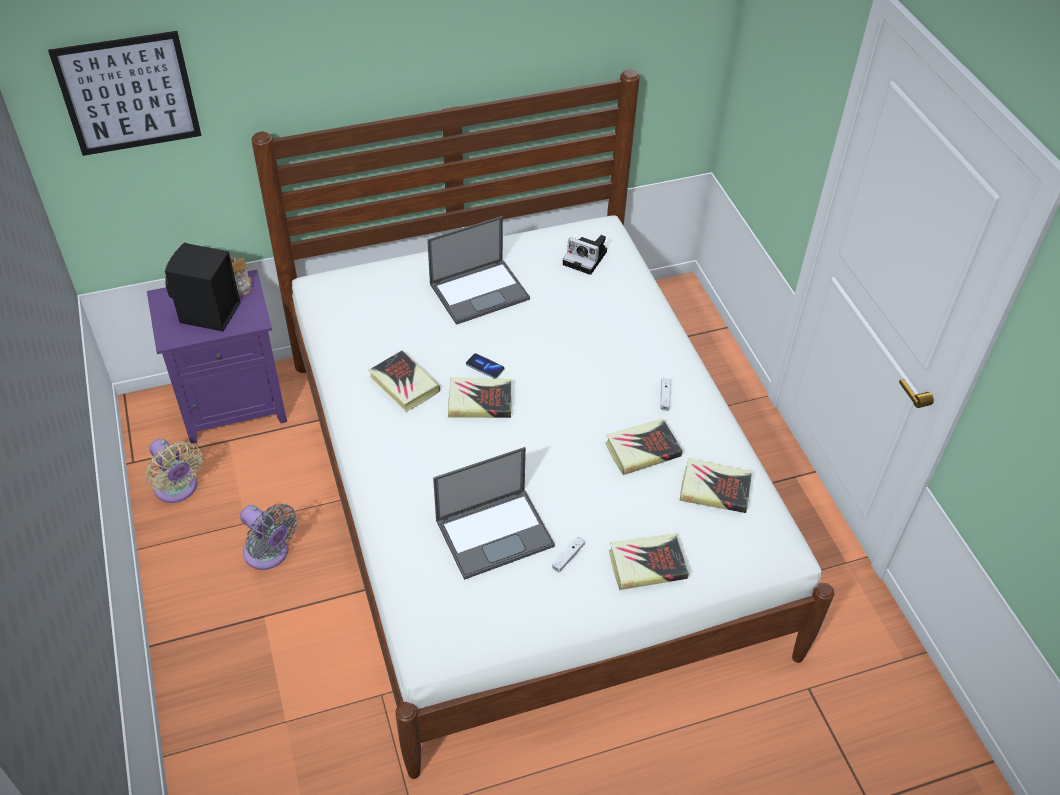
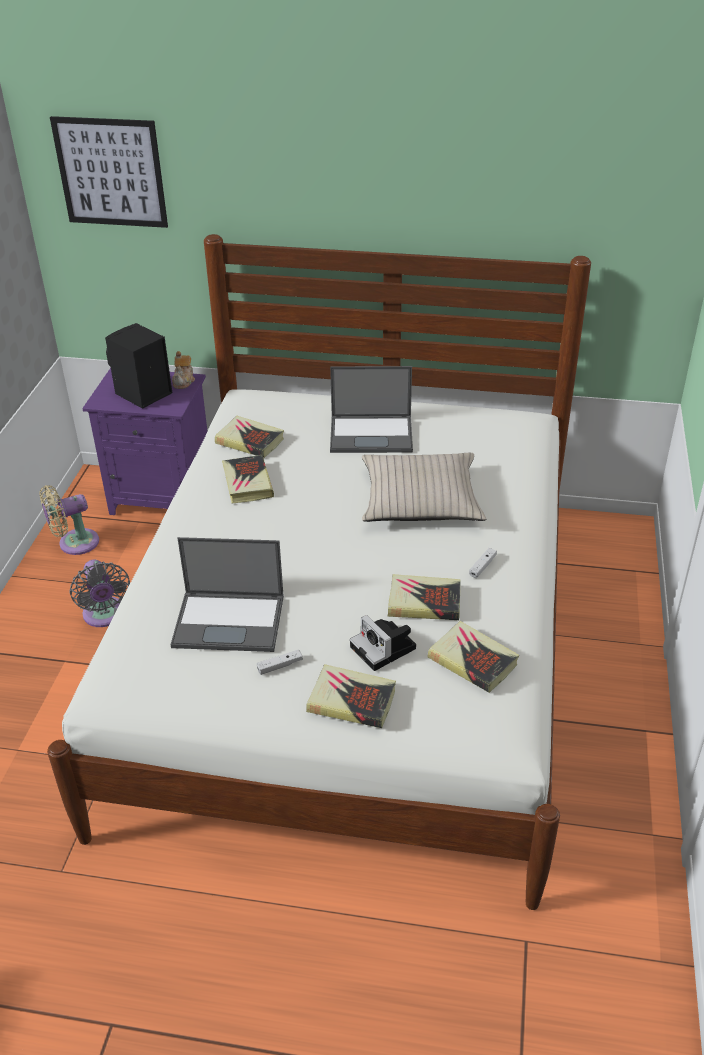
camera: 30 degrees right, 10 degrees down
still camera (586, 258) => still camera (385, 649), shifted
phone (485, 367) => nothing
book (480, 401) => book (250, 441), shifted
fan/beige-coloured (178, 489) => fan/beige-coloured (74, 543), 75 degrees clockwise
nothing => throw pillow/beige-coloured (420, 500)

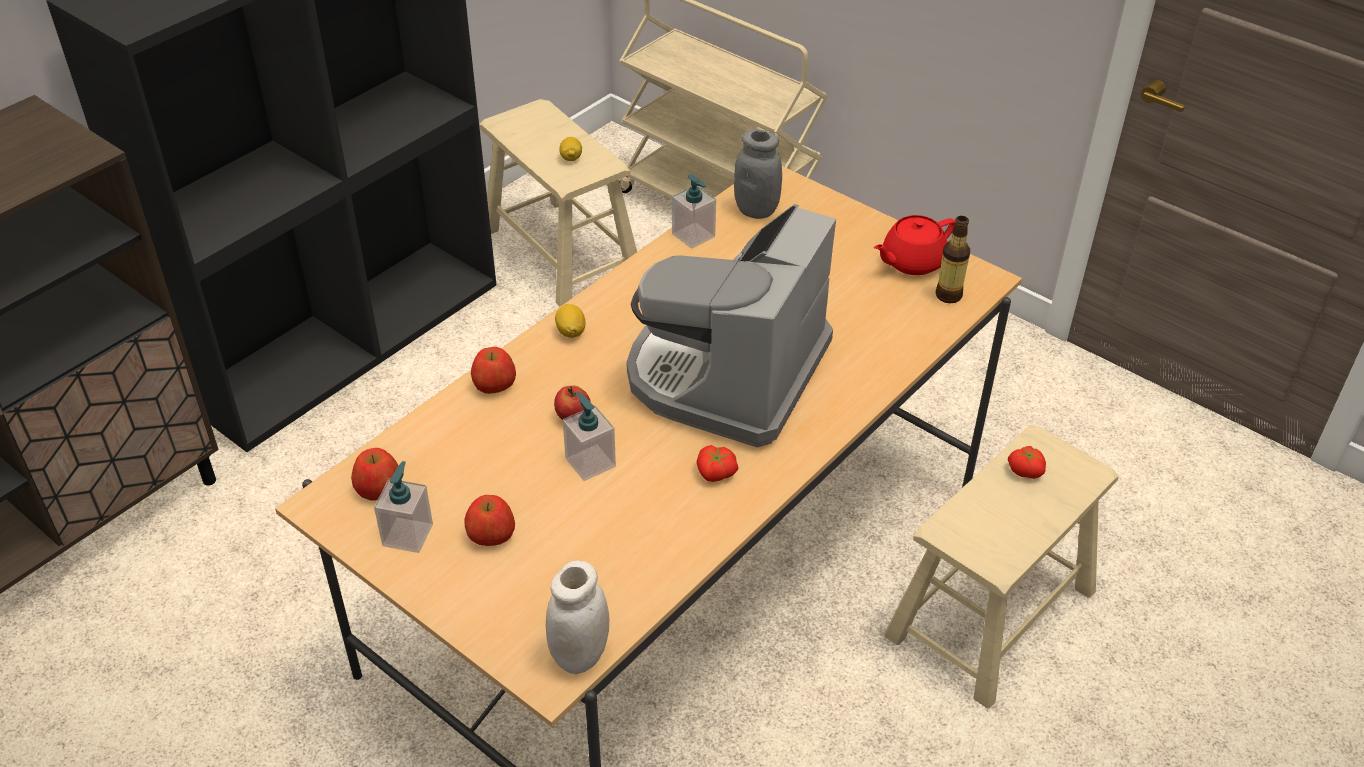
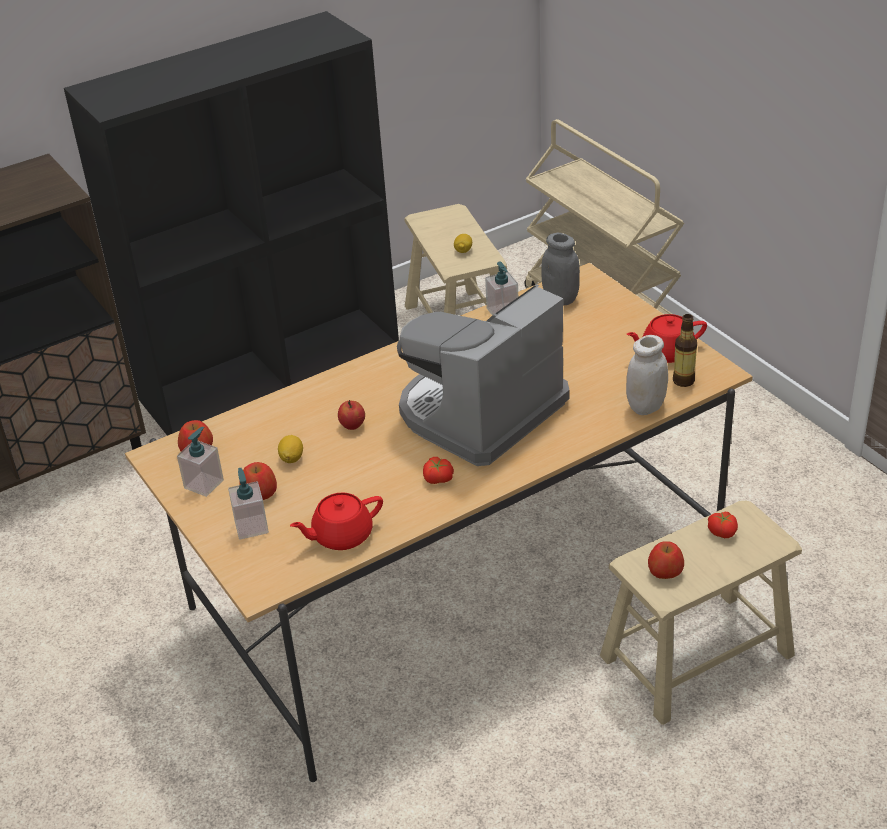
camera: 20 degrees right, 5 degrees down
lemon (571, 332) => lemon (291, 458), shifted
whole apple (494, 384) => whole apple (665, 571), shifted
soap bottle (590, 462) => soap bottle (251, 526), shifted
preserve jar/white (580, 655) => preserve jar/white (646, 407), shifted
nothing => tea pot/red-coloured (341, 536)

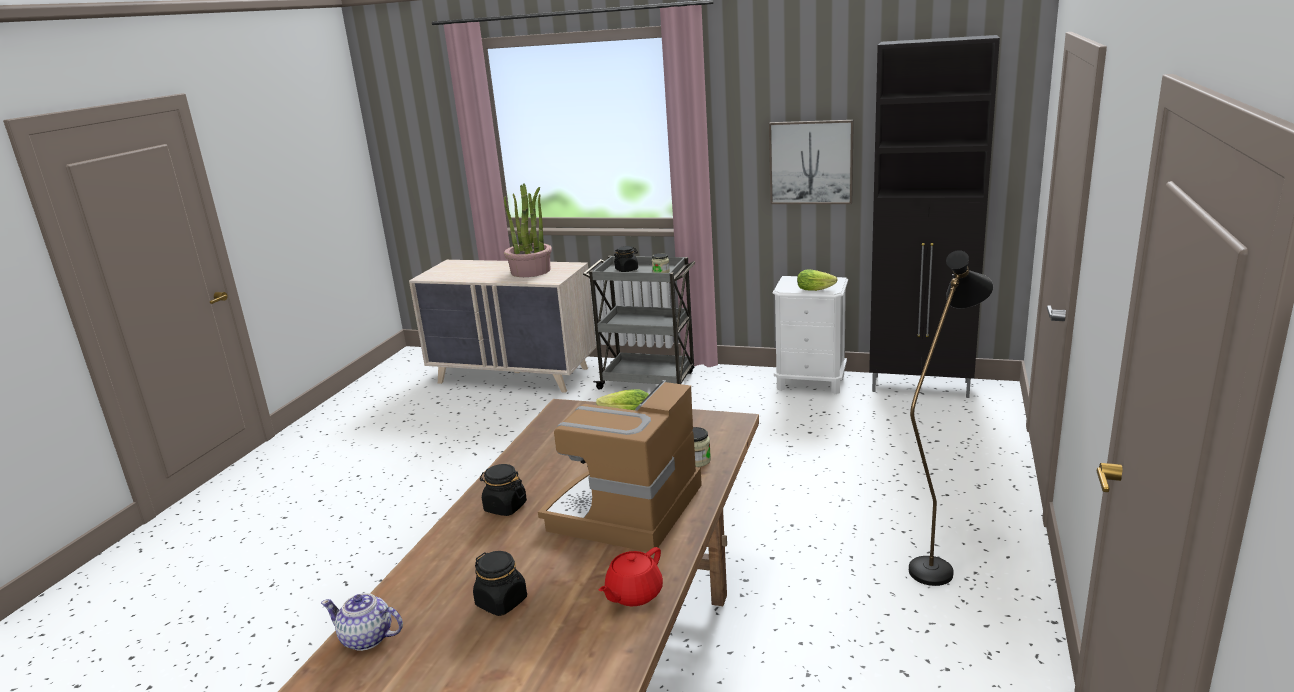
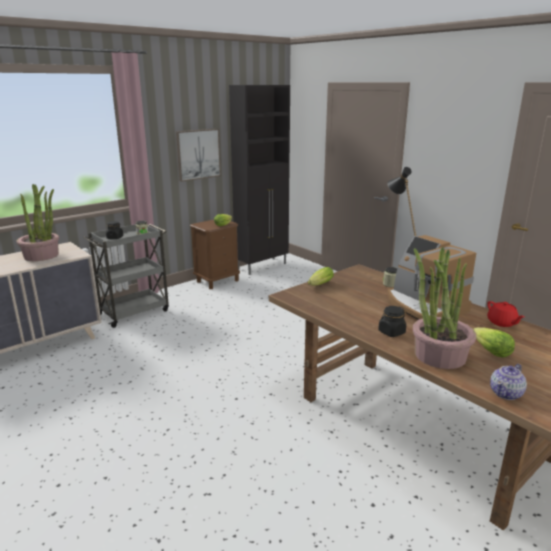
camera: 60 degrees left, 0 degrees up
nightstand/white (811, 382) => nightstand/brown (217, 281)
preserve jar/blackish (502, 602) => lettuce head (490, 351)
nothing => houseplant (439, 355)

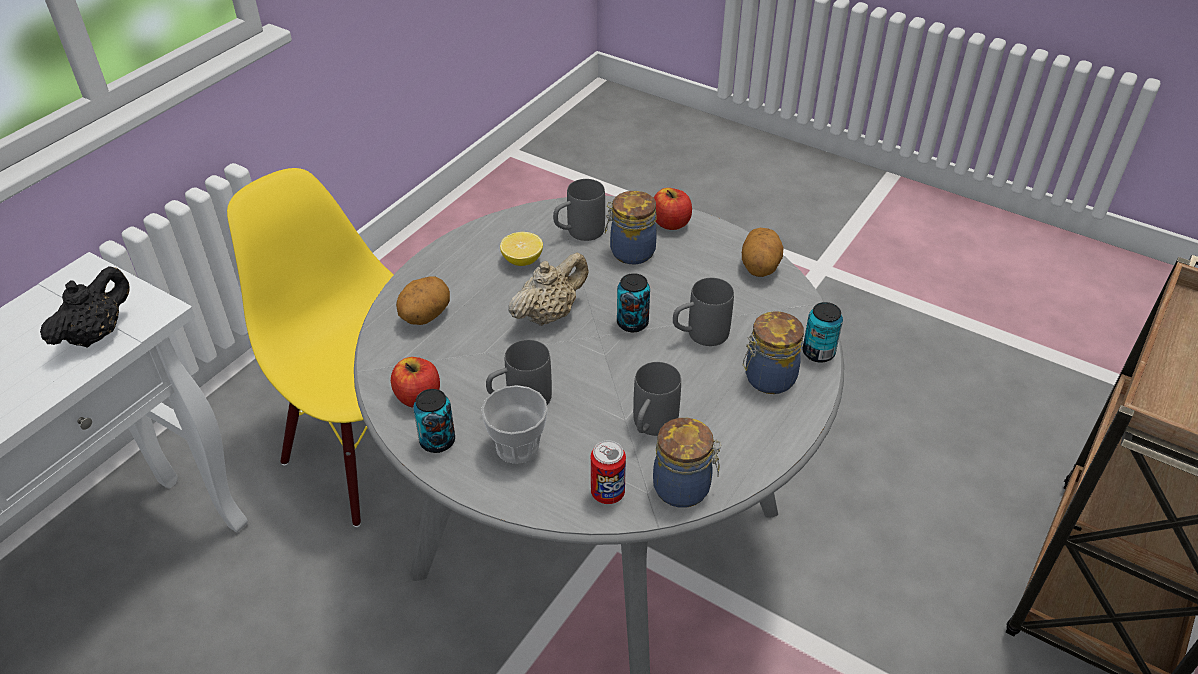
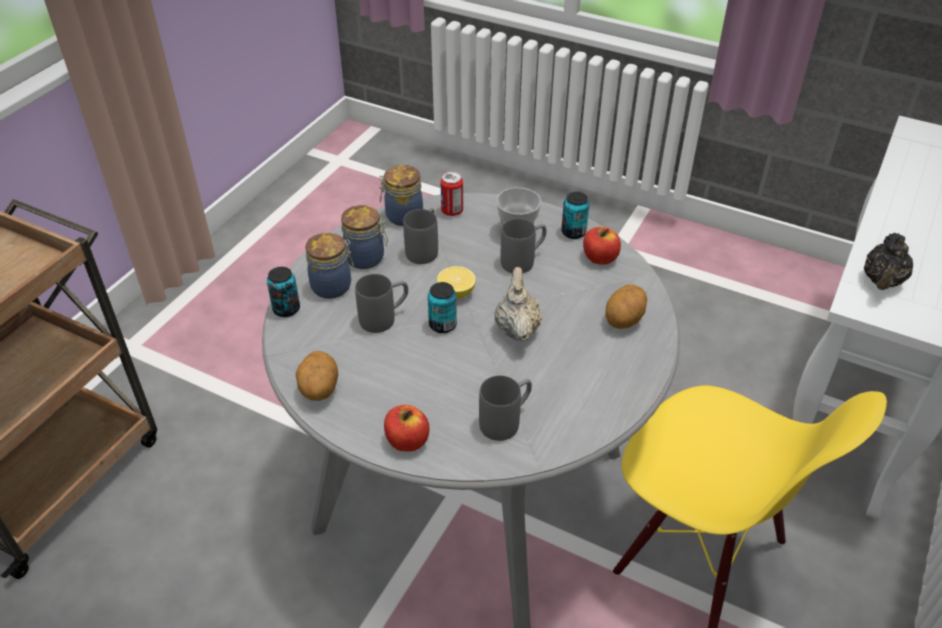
camera: 175 degrees right, 0 degrees up
preserve jar (630, 252) => preserve jar (366, 258), shifted
lemon (522, 261) => lemon (456, 292), shifted
tea pot/beige-coloured (549, 314) => tea pot/beige-coloured (517, 328), 135 degrees clockwise

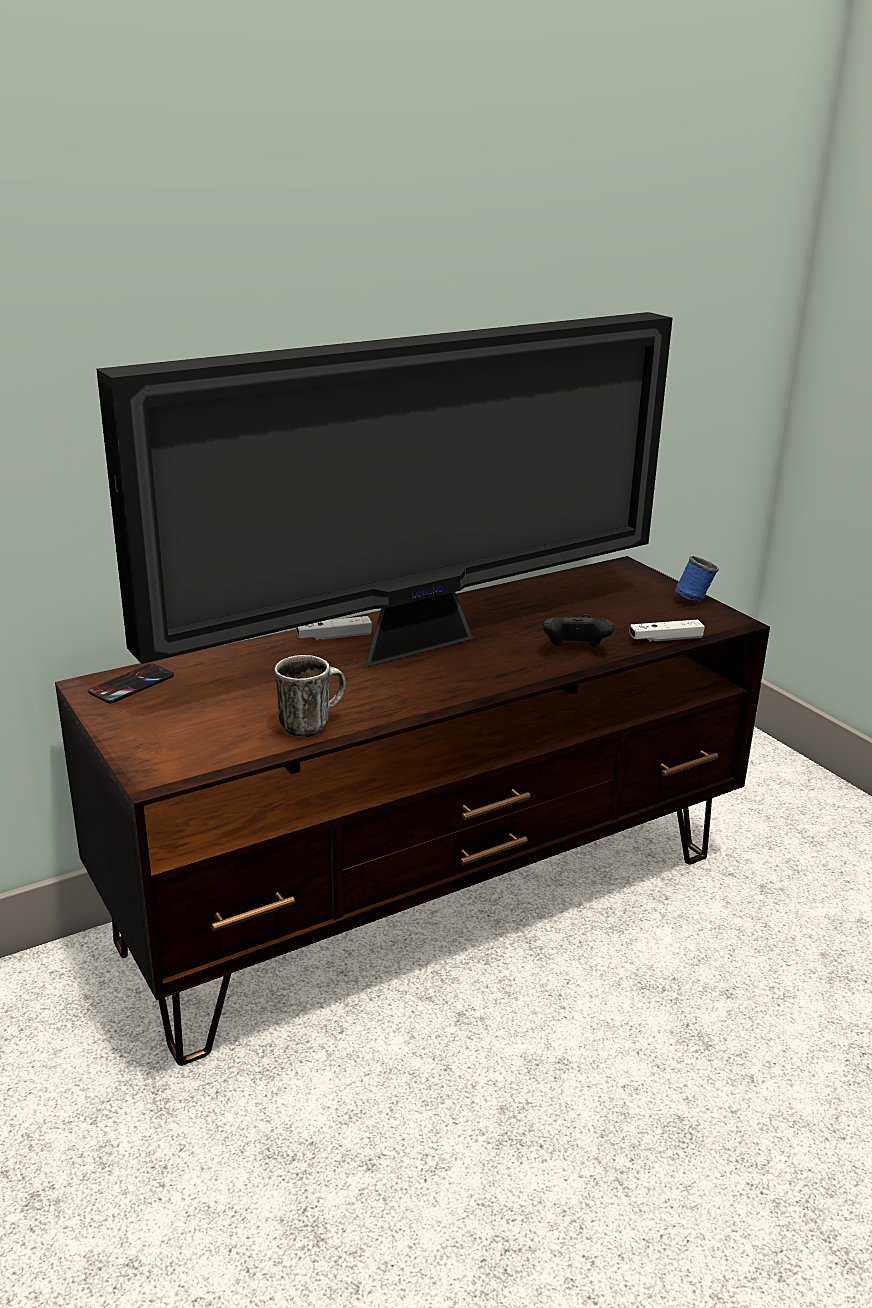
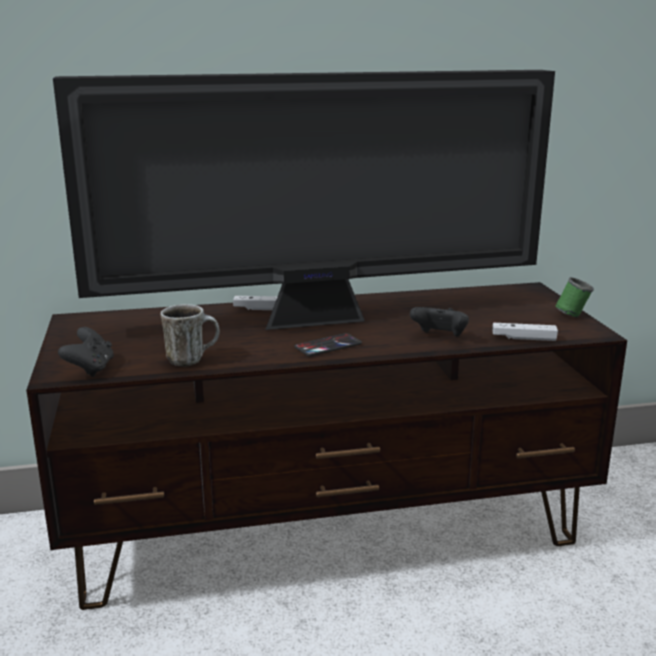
camera: 20 degrees right, 5 degrees down
mug/bluish (691, 597) => mug/greenish (571, 313)
phone (131, 684) => phone (328, 345), shifted
nothing => gamepad/blackish (90, 369)

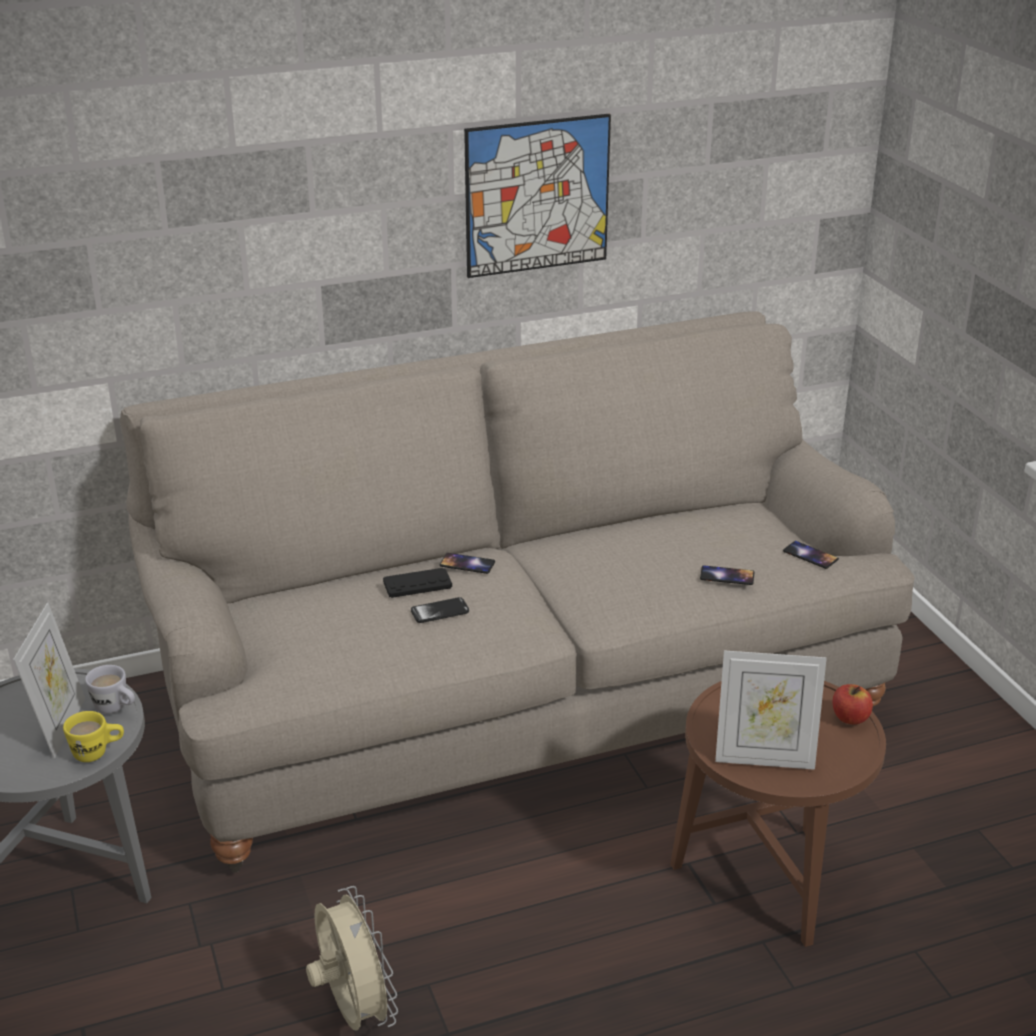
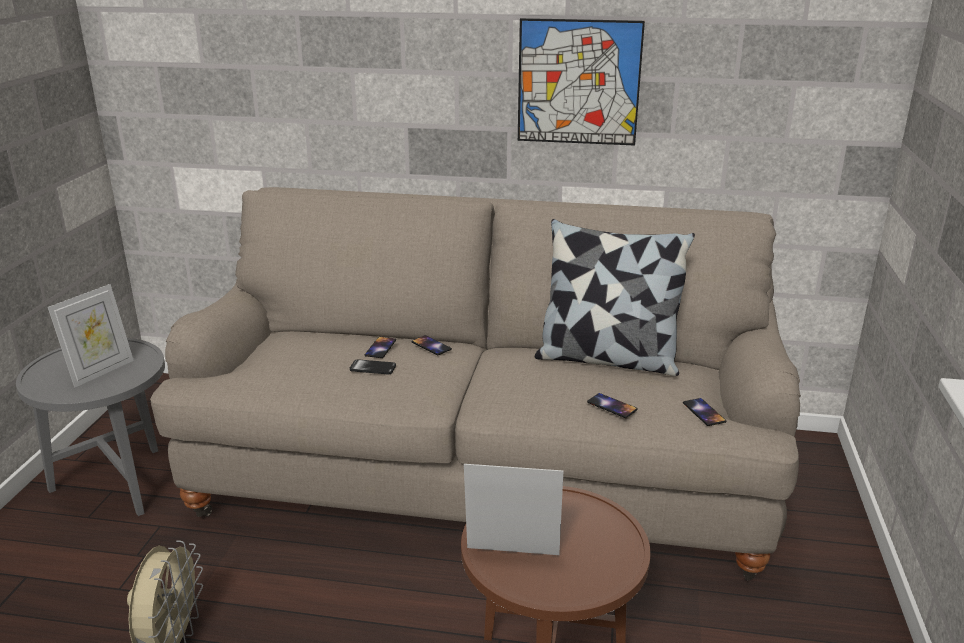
camera: 30 degrees right, 5 degrees down
gamepad/blackish (417, 584) => phone (380, 348)
picture frame (764, 759) => picture frame (512, 557), 150 degrees clockwise
mug/white (116, 708) => nothing
whole apple (850, 718) => nothing
mug/yellow (98, 753) => nothing
nothing => throw pillow (607, 359)

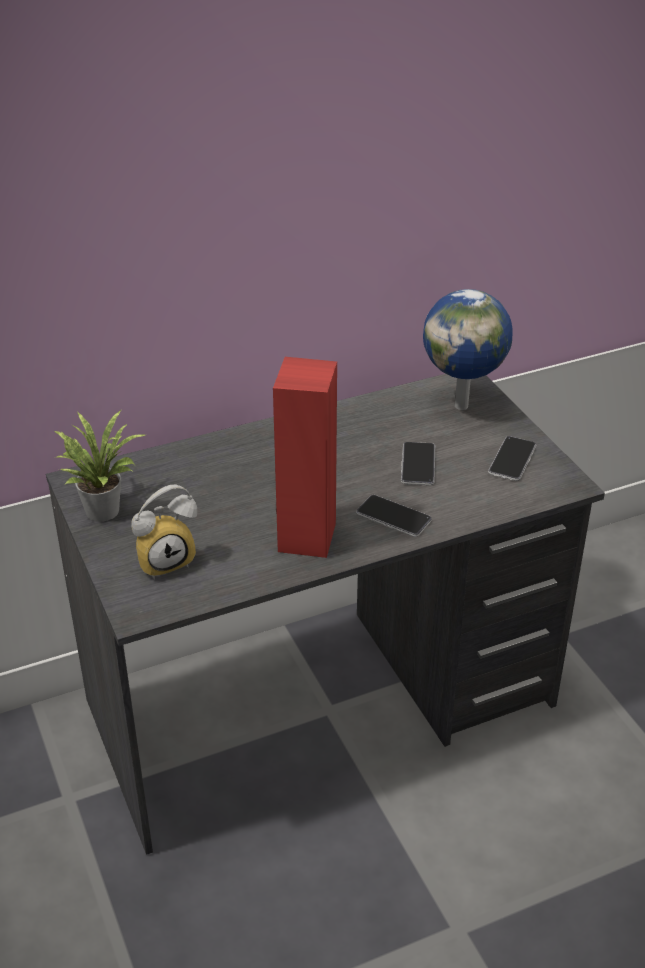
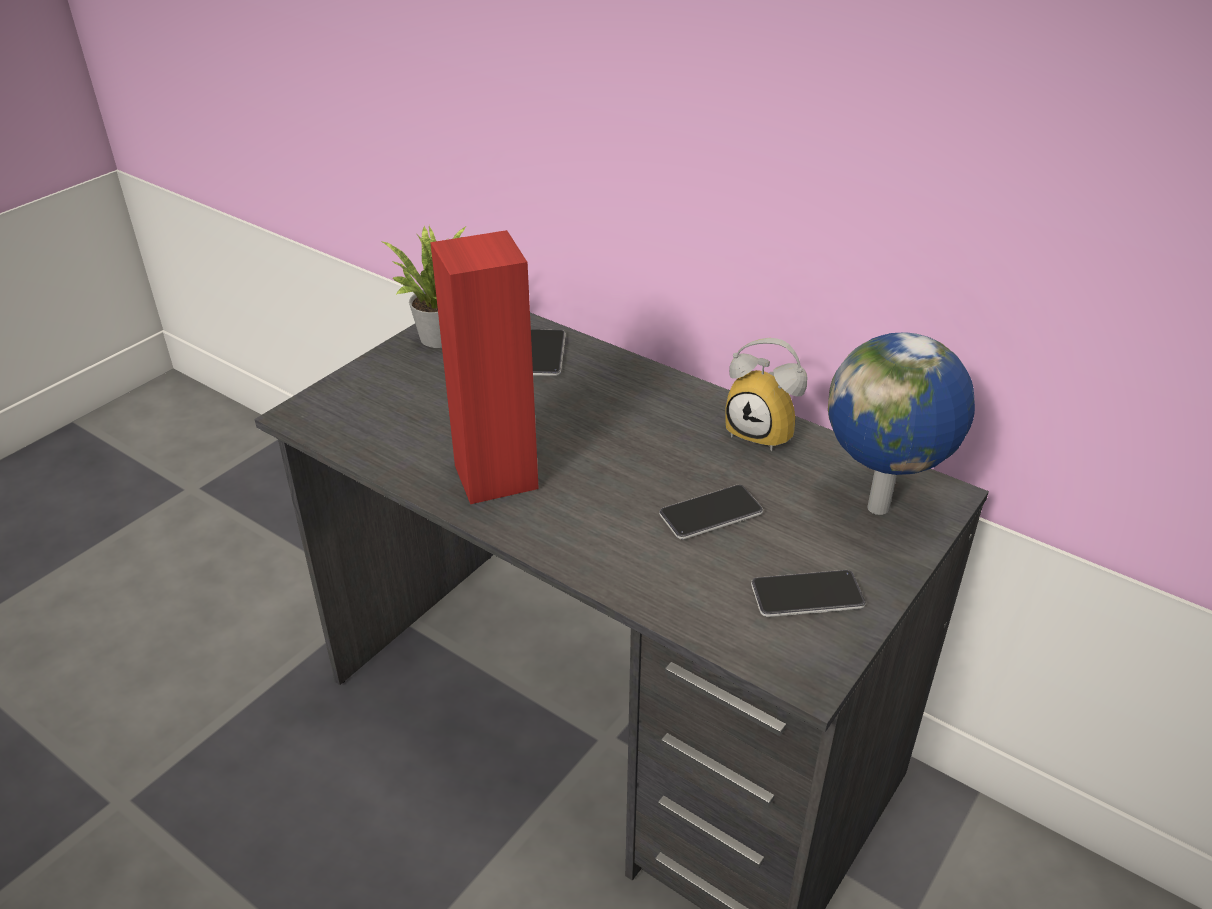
camera: 60 degrees right, 0 degrees up
alarm clock (166, 559) => alarm clock (765, 432), shifted
phone (393, 517) => phone (543, 354), shifted

